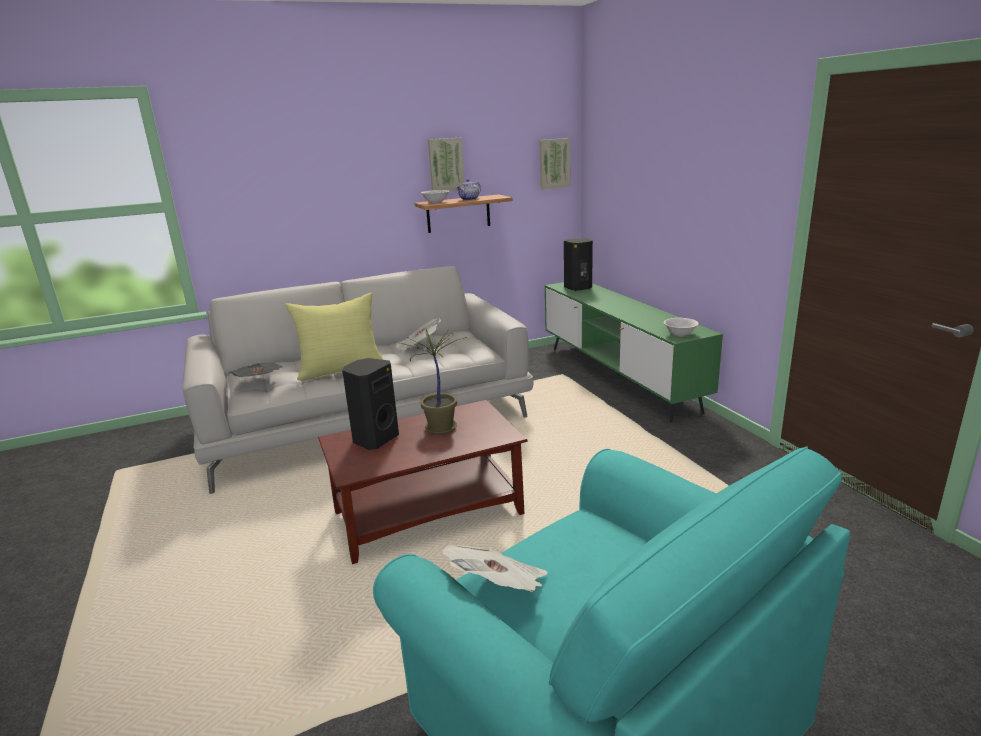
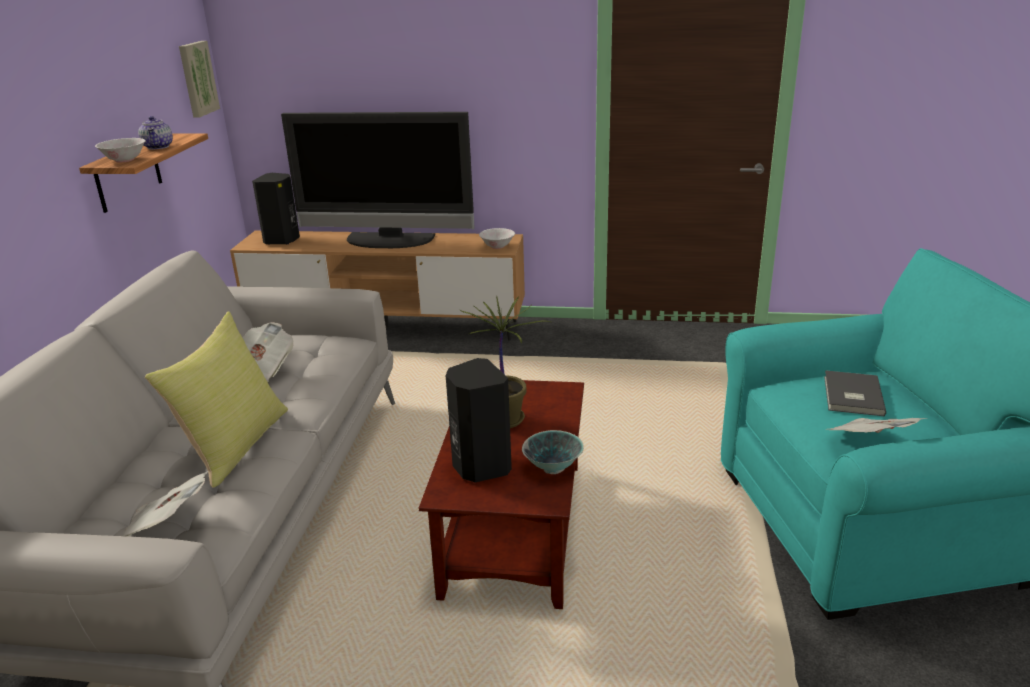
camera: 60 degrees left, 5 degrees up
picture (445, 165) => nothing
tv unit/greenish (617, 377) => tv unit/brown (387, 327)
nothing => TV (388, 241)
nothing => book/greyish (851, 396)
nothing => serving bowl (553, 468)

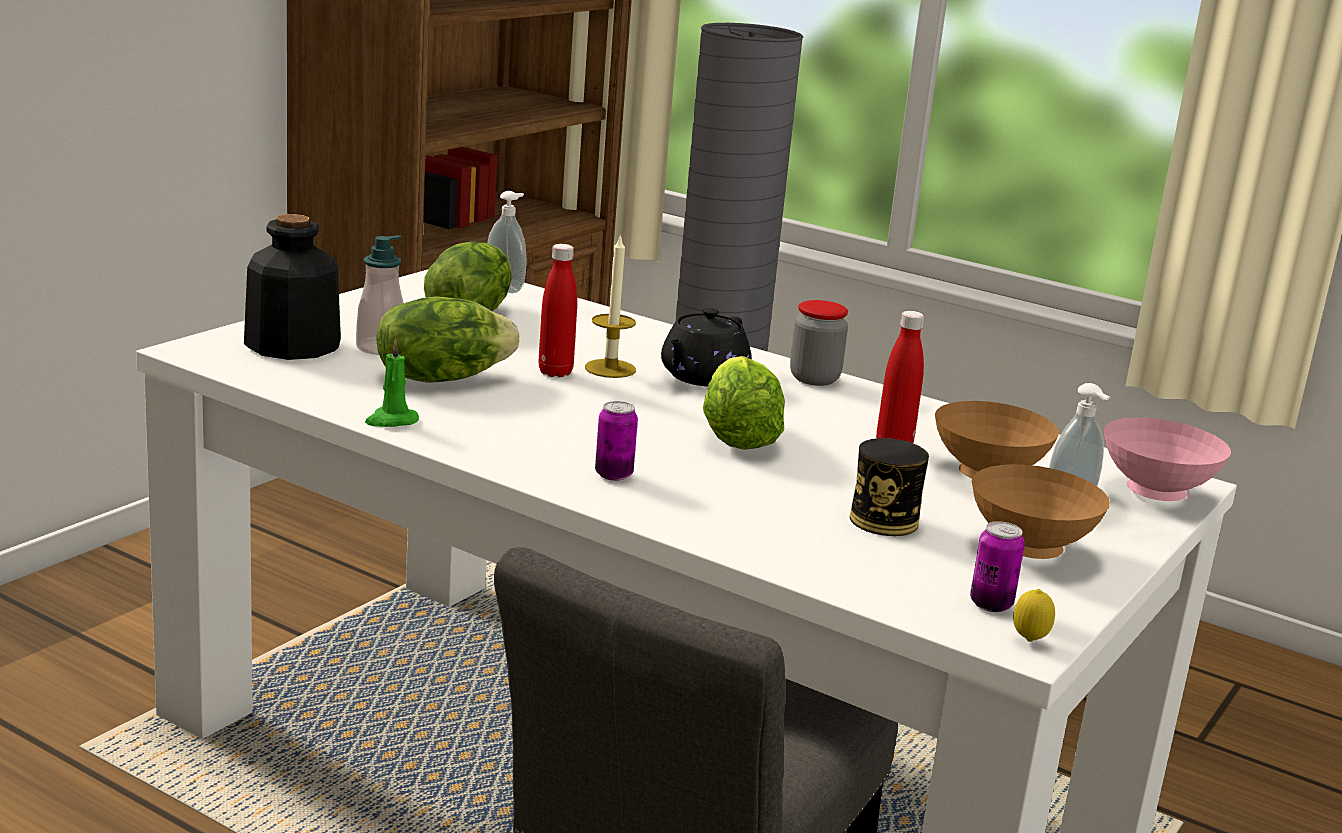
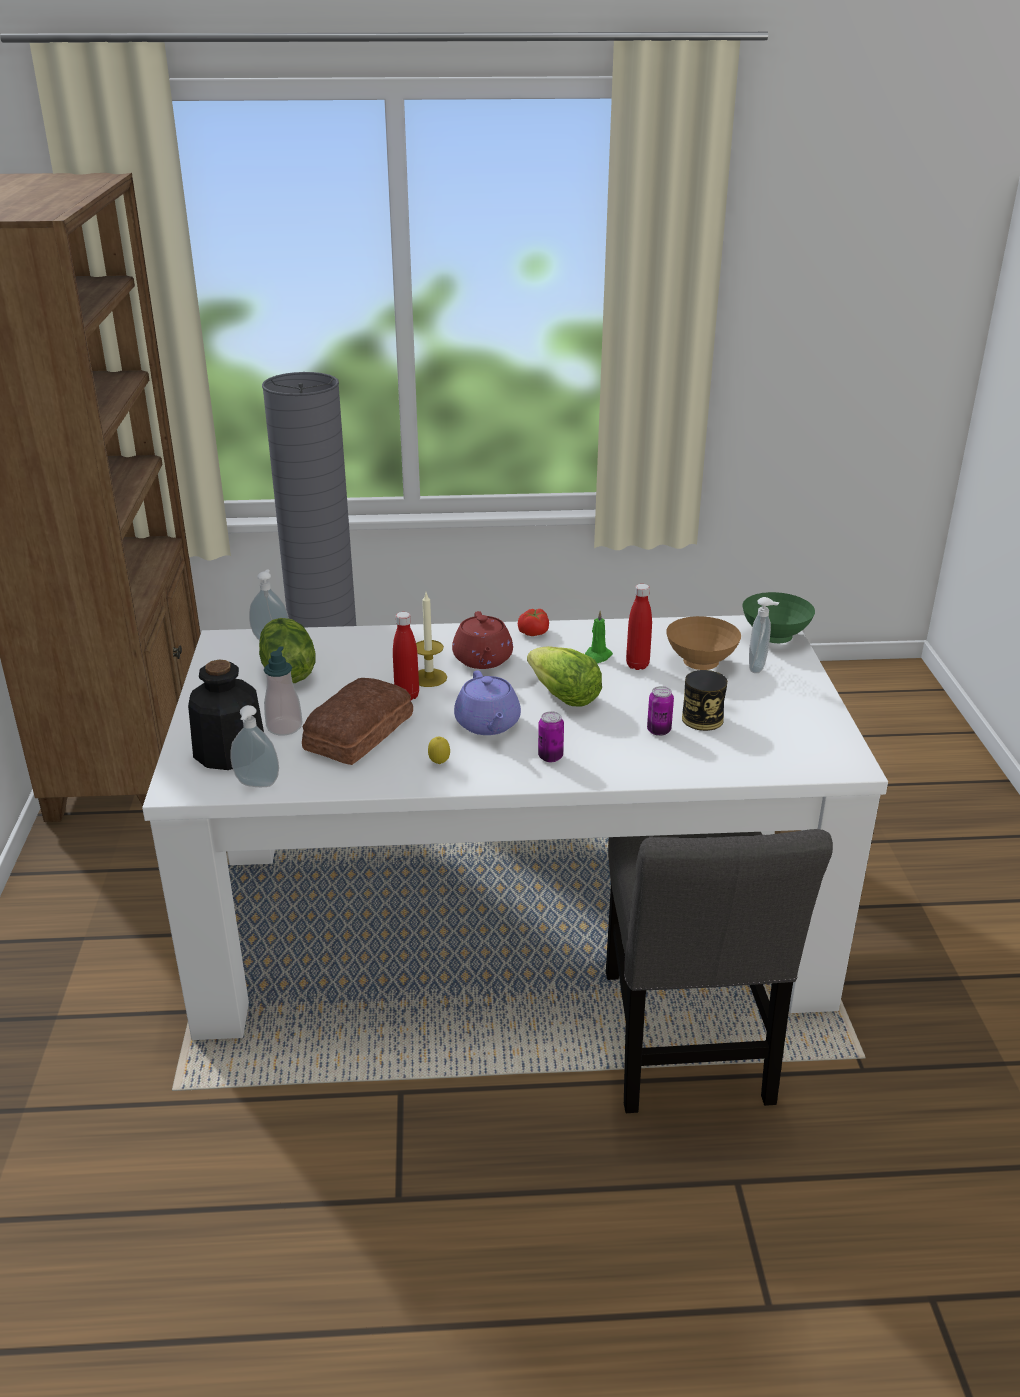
camera: 35 degrees left, 10 degrees up
lettuce head (441, 377) => bakery bread (356, 732)
preserve jar (814, 379) => tomato (534, 632)
tea pot/blackish (702, 377) => tea pot/red-coloured (482, 660)
candle/greenish (391, 421) => candle/greenish (597, 656), shifted
serving bowl/pink (1158, 494) => serving bowl/greenish (775, 637)
serving bowl/brown (1030, 551) => nothing
sealed can (991, 604) => sealed can (659, 730), shifted
lemon (1029, 641) => lemon (439, 763), shifted
nothing => tea pot/purplish (488, 724)
nothing => soap bottle (256, 785)

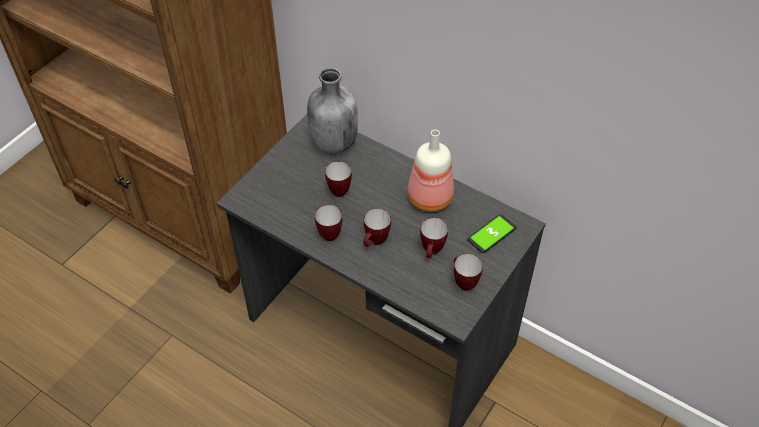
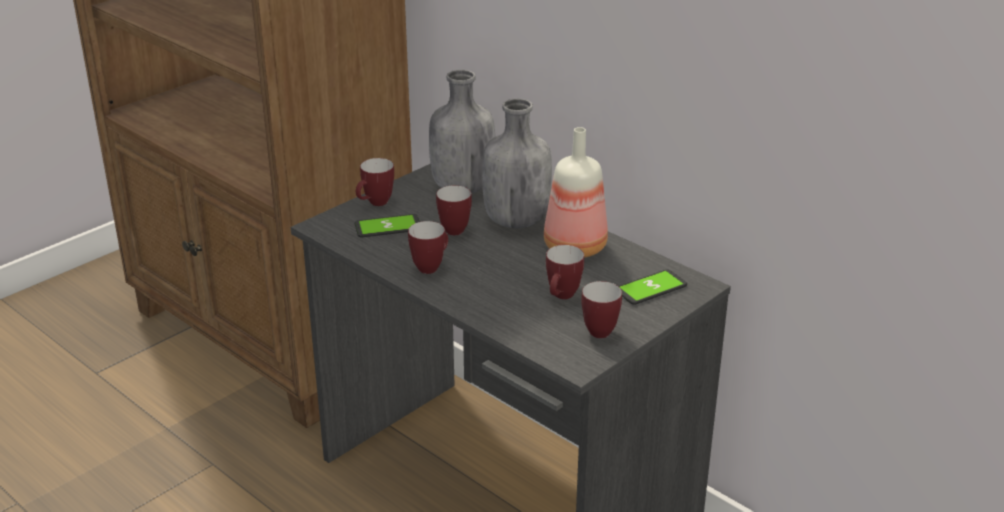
camera: 10 degrees right, 20 degrees down
mug (375, 242) => mug (375, 204), shifted
nothing => bottle/greyish (515, 220)
nothing => phone (388, 227)

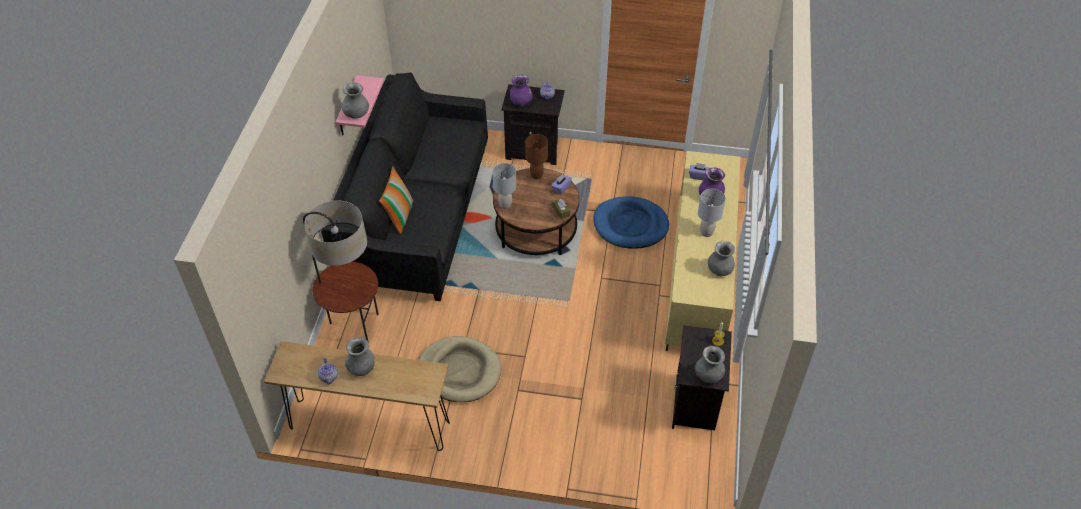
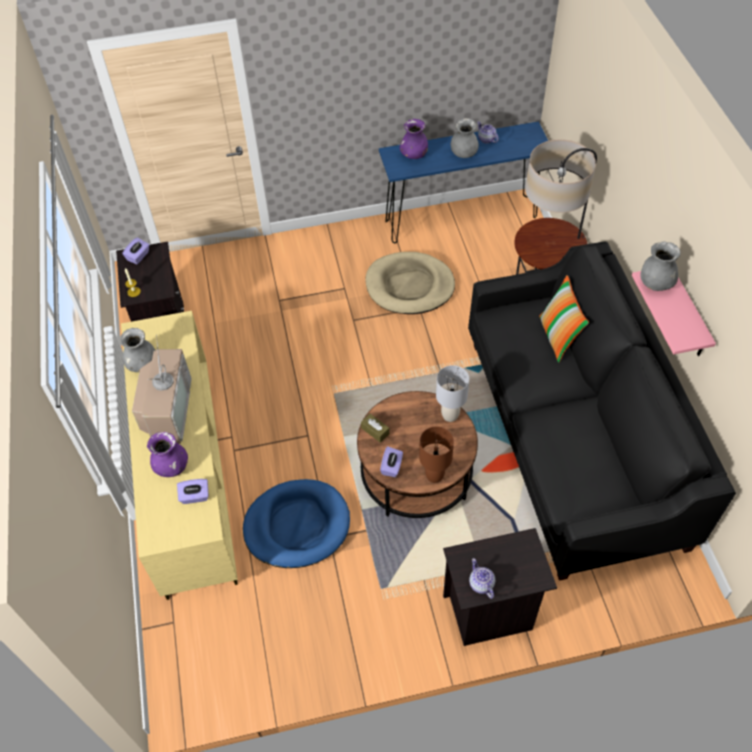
camera: 160 degrees right, 5 degrees up
vase/purplish (520, 102) => vase/purplish (414, 155), shifted
lamp for a table/greyish (706, 232) => TV (167, 409)
narrow table/brown (369, 425) => narrow table/bluish (461, 219)
vase/greyish (708, 375) => box of tissues/purplish (138, 256)

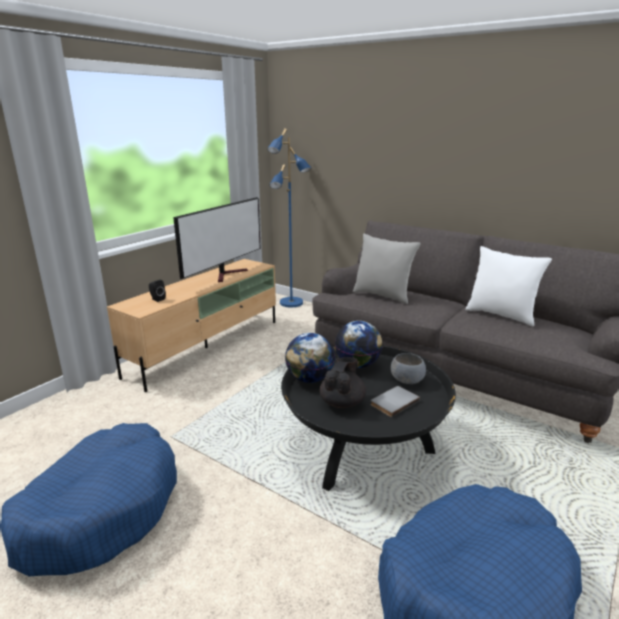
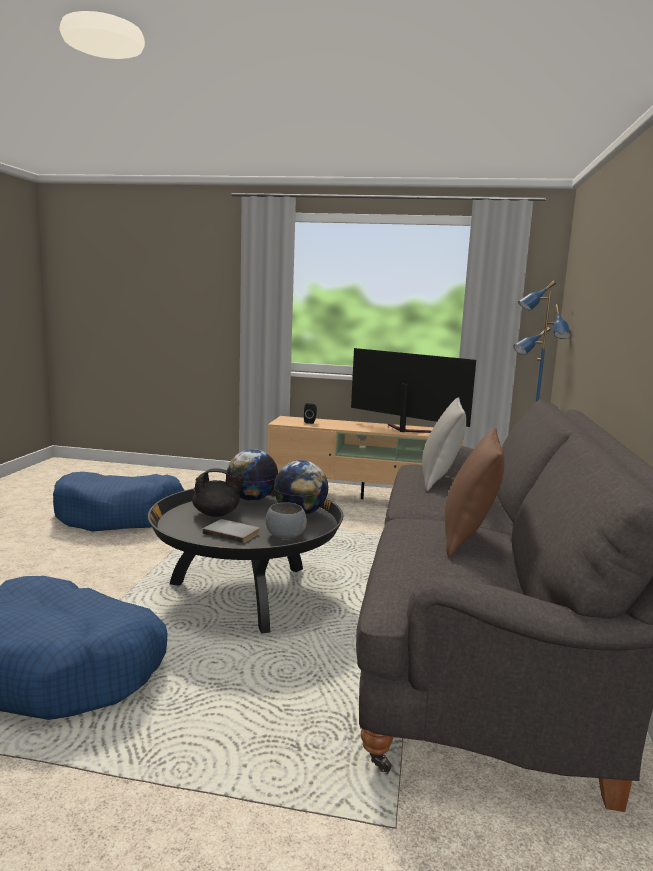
camera: 65 degrees right, 10 degrees down
TV (228, 274) => TV (404, 430), 150 degrees counterclockwise
throw pillow/white (501, 315) => throw pillow/brown (469, 538)

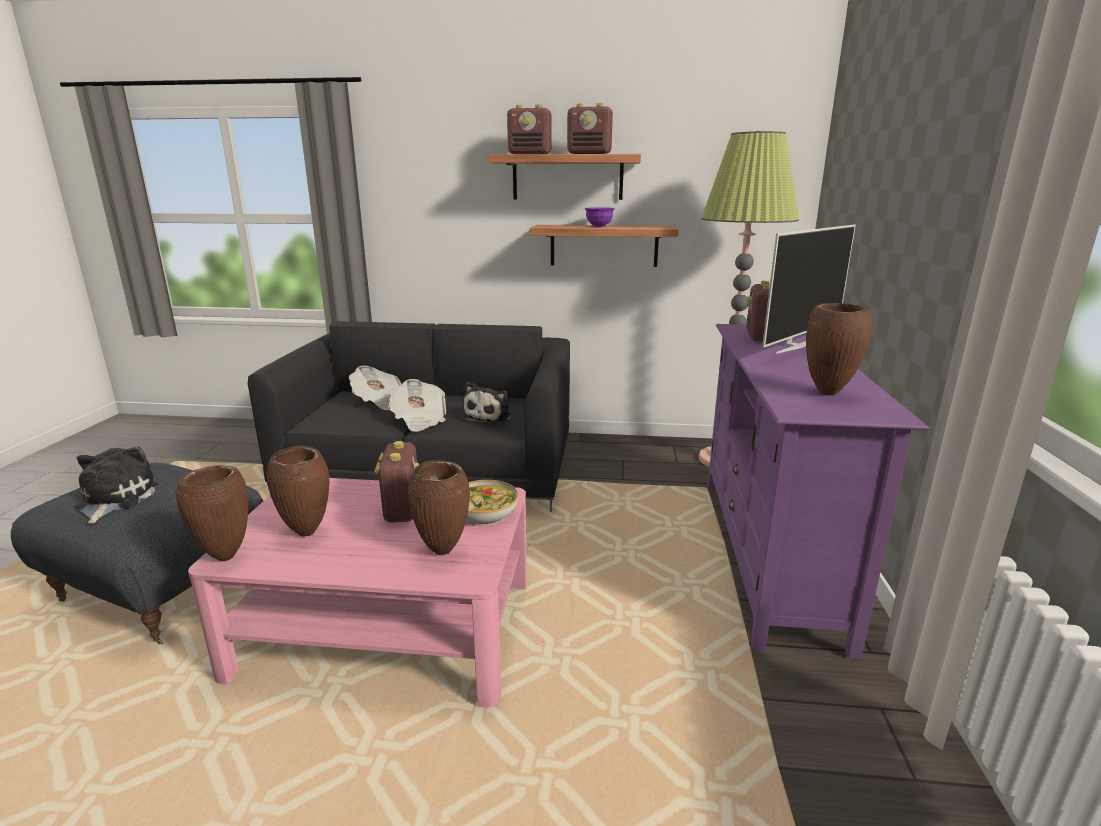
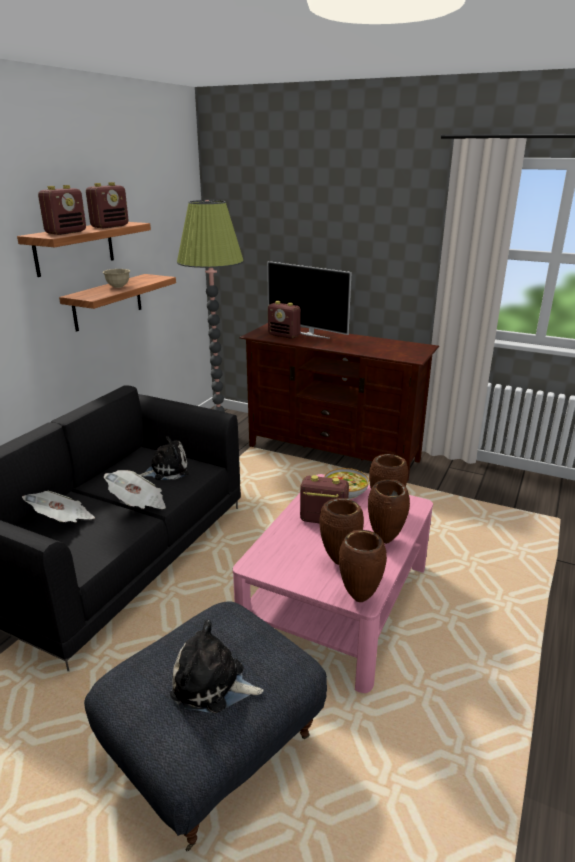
camera: 70 degrees left, 5 degrees up
serving bowl/purplish (599, 226) => serving bowl/beige-coloured (118, 286)
TV (795, 345) => TV (308, 334), 150 degrees clockwise
vase/brown (827, 394) => vase/brown (386, 541), shifted
tv unit/purplish (769, 554) => tv unit/brown (333, 452)
soft toy (490, 416) => soft toy (166, 470), 60 degrees counterclockwise

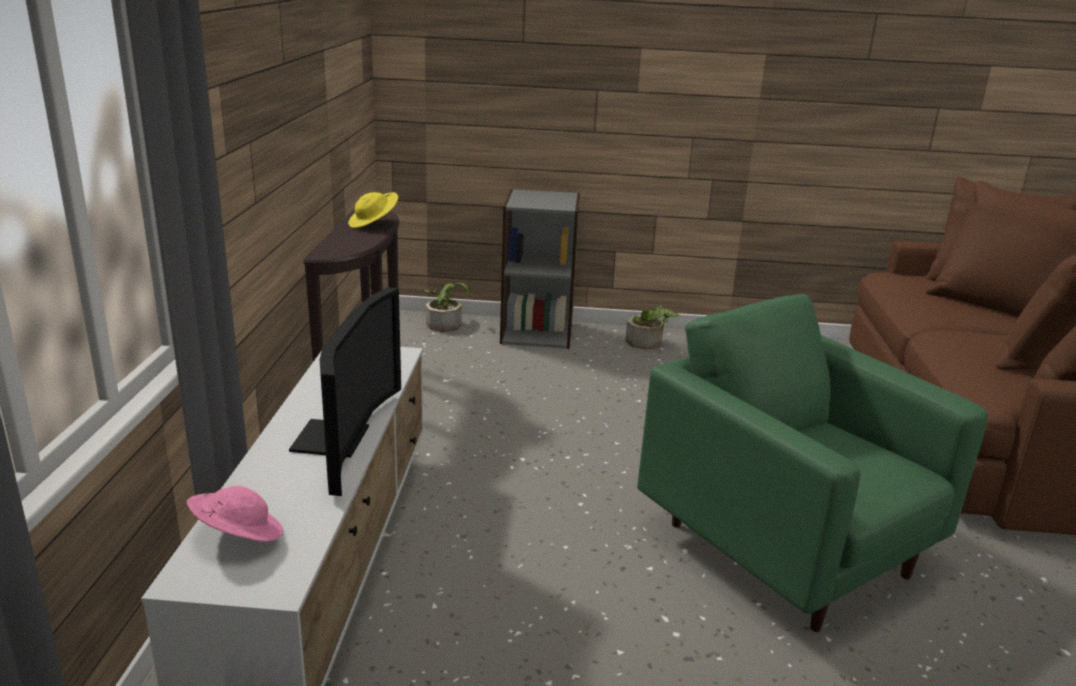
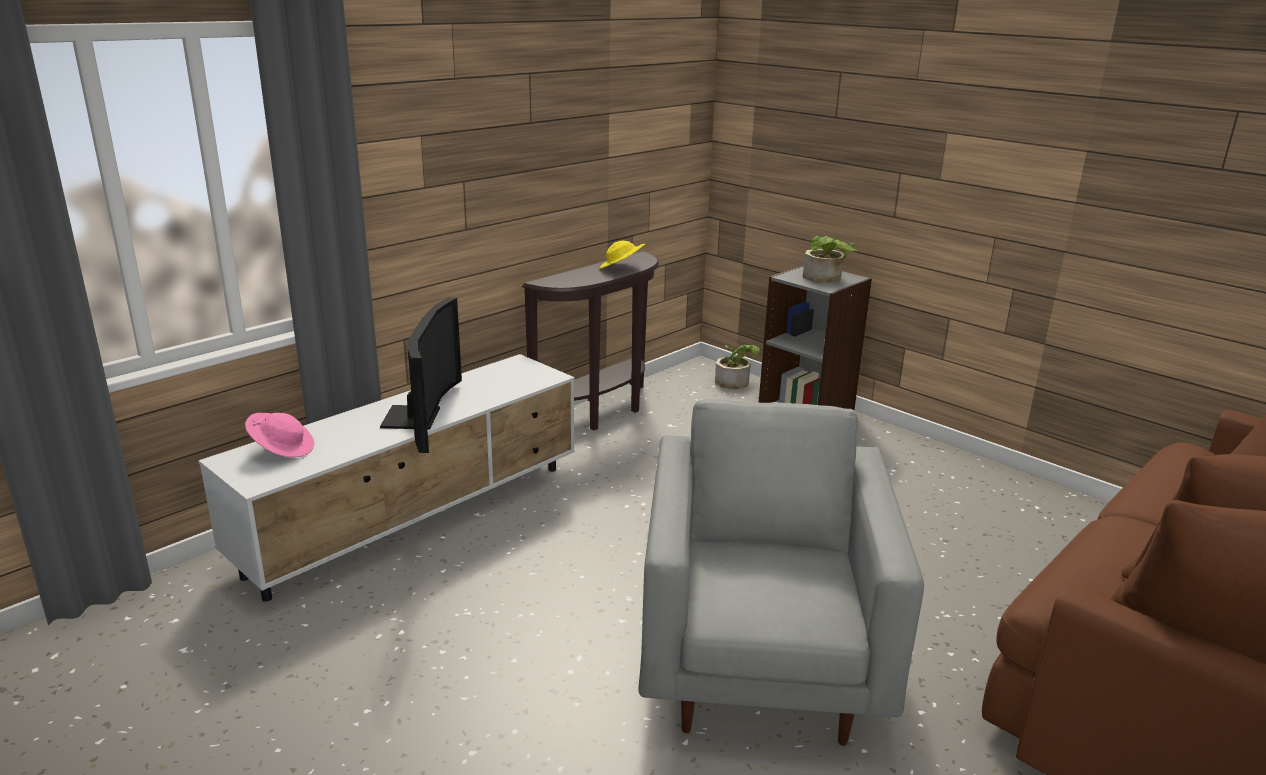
camera: 40 degrees right, 0 degrees up
TV (341, 440) => TV (420, 418), 45 degrees counterclockwise
armchair/greenish (786, 549) => armchair/greyish (761, 664)
houseplant (648, 343) => houseplant (826, 278), shifted

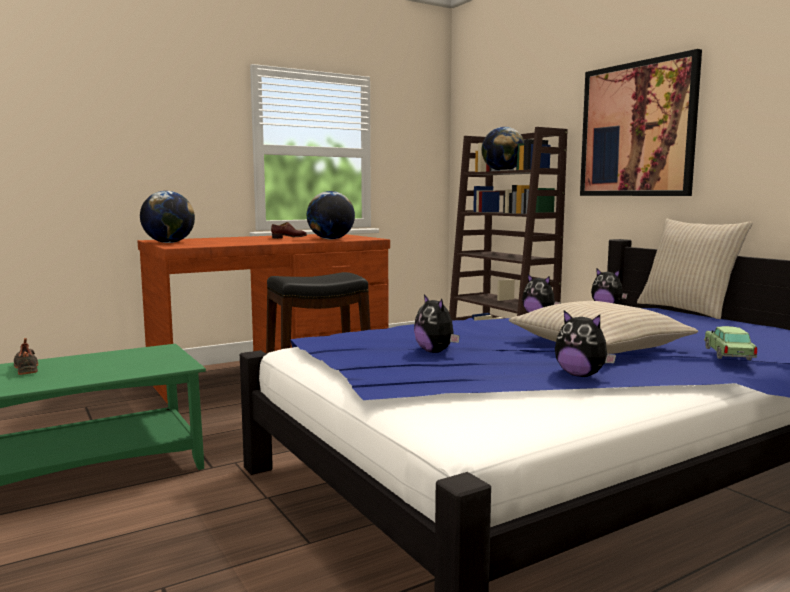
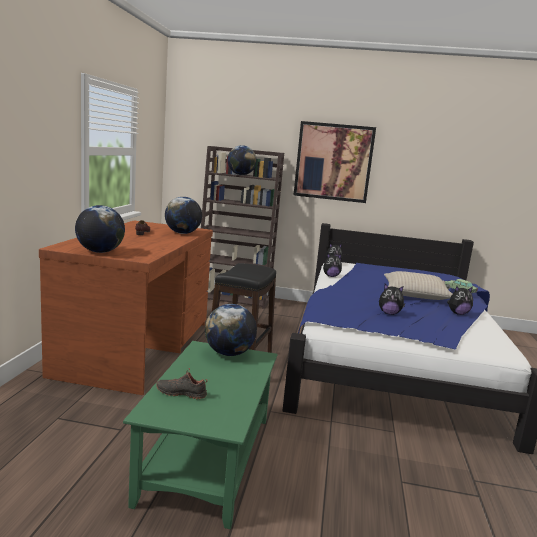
camera: 50 degrees left, 5 degrees up
throw pillow/beige-coloured (687, 310) => nothing
nothing => world globe (229, 353)

